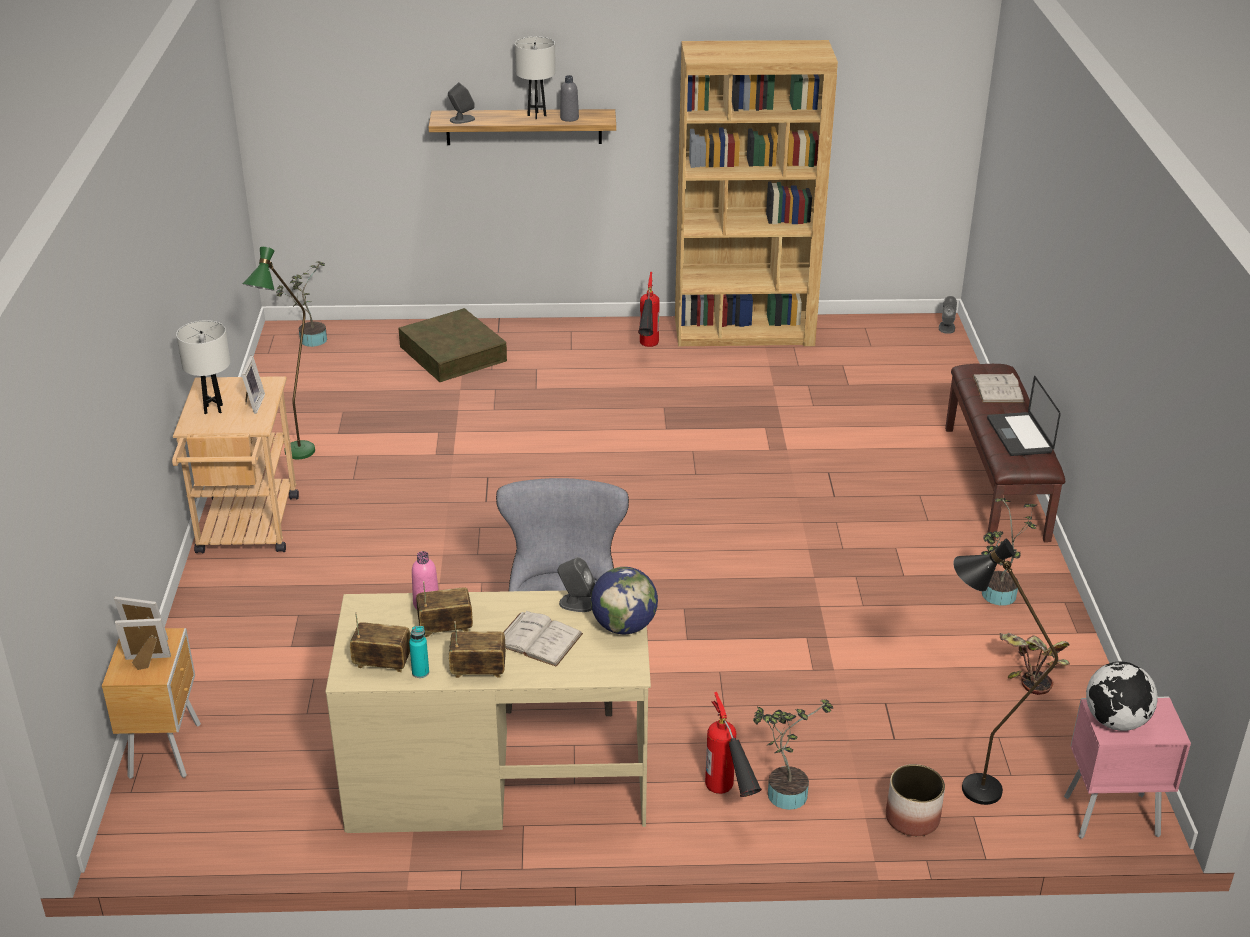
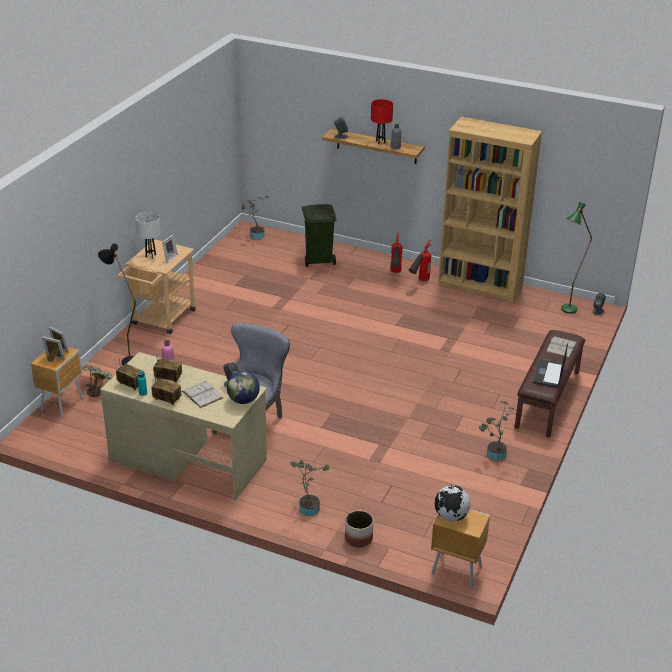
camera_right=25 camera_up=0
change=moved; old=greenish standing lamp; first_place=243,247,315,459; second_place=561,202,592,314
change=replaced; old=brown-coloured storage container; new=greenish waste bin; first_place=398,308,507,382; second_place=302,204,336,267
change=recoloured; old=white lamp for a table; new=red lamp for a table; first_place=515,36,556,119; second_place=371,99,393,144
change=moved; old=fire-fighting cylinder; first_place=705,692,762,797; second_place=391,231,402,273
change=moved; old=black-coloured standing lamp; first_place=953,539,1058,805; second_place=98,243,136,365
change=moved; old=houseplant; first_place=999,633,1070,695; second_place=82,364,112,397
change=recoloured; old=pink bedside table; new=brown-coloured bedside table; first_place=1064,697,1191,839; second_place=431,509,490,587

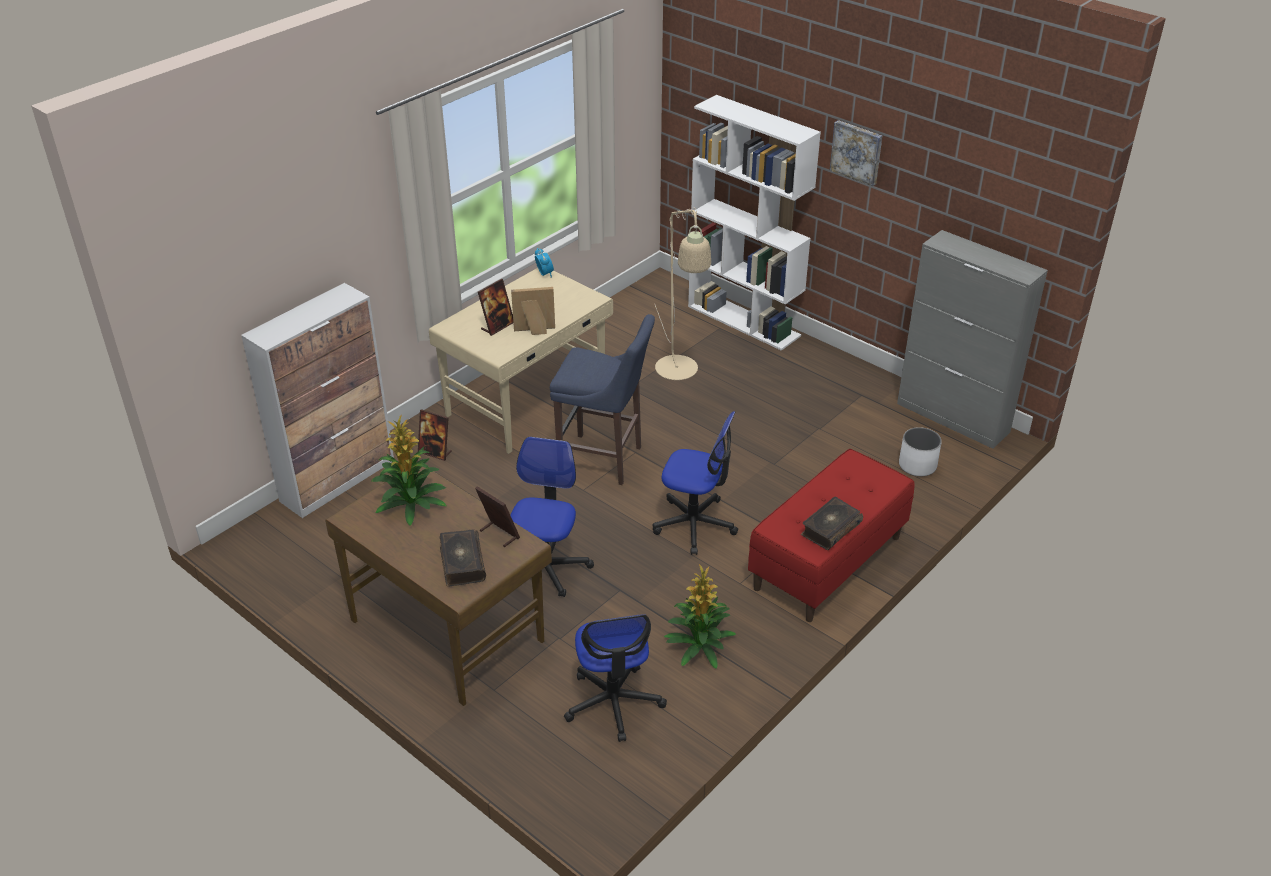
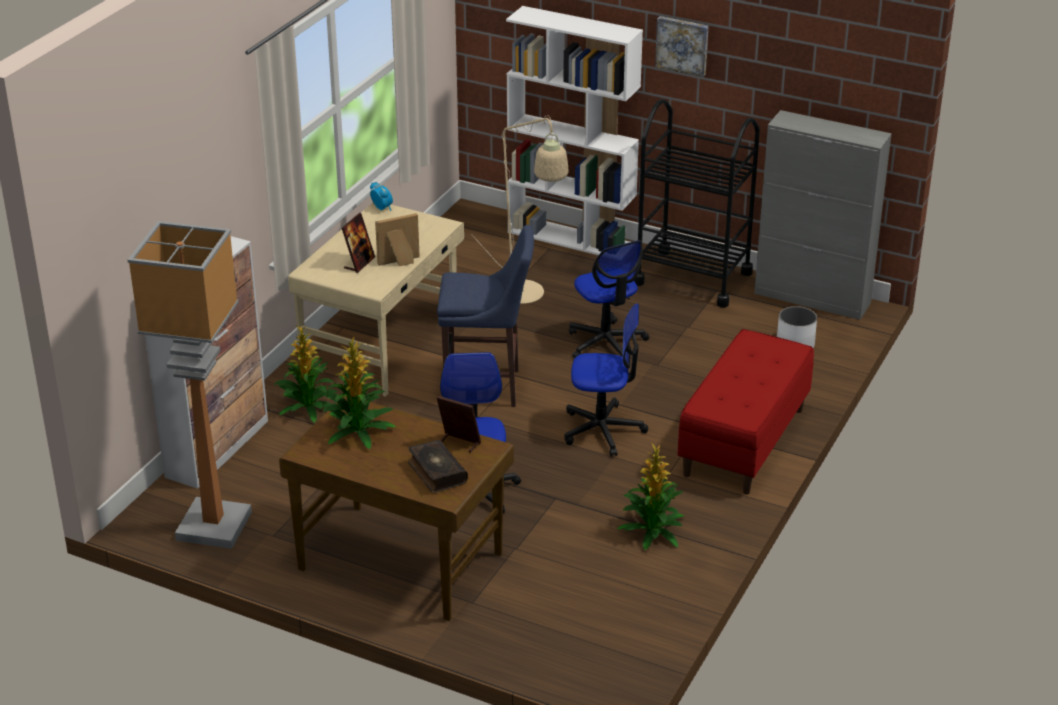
camera_right=-15 camera_up=-5
change=replaced; old=photo frame; new=houseplant; first_place=418,409,452,461; second_place=274,326,338,423
change=moved; old=computer chair; first_place=564,614,667,742; second_place=569,240,649,358
change=removed; old=bound book; first_place=801,496,863,550
change=added; new=standing lamp; second_place=128,221,252,549
change=added; new=black-coloured cart; second_place=634,99,760,308

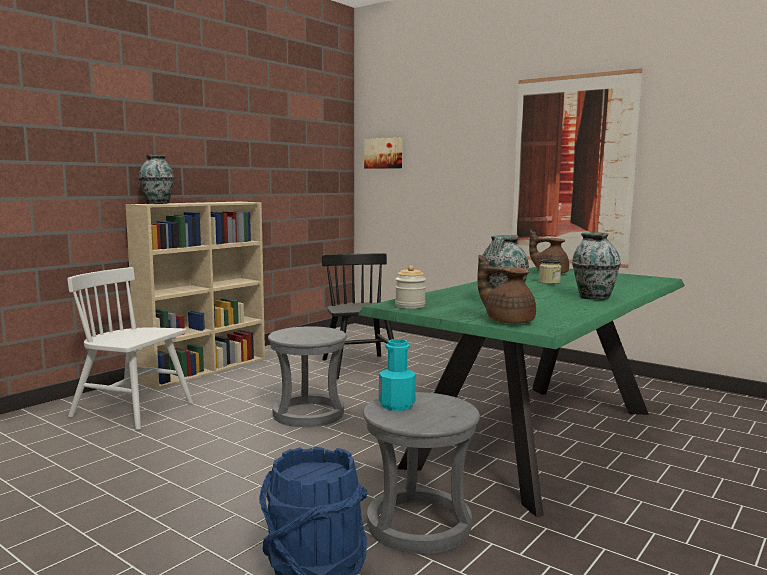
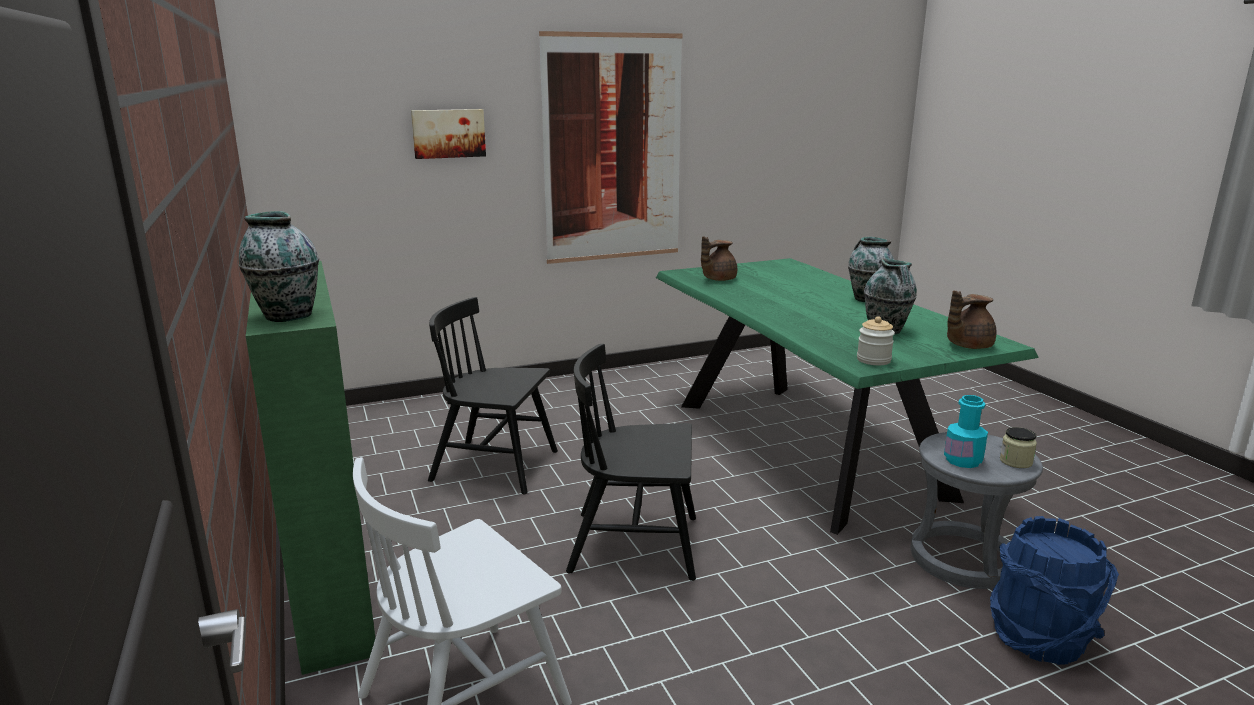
camera_right=-60 camera_up=10
change=recoloured; old=beige-coloured bookshelf; new=greenish bookshelf; first_place=126,202,265,389; second_place=246,261,375,675
change=replaced; old=gray stool seat; new=black-coloured chair; first_place=268,326,347,427; second_place=566,344,696,581
change=moved; old=wall picture; first_place=364,138,402,169; second_place=411,109,486,159
change=moved; old=storage jar; first_place=539,259,561,284; second_place=1000,427,1037,468

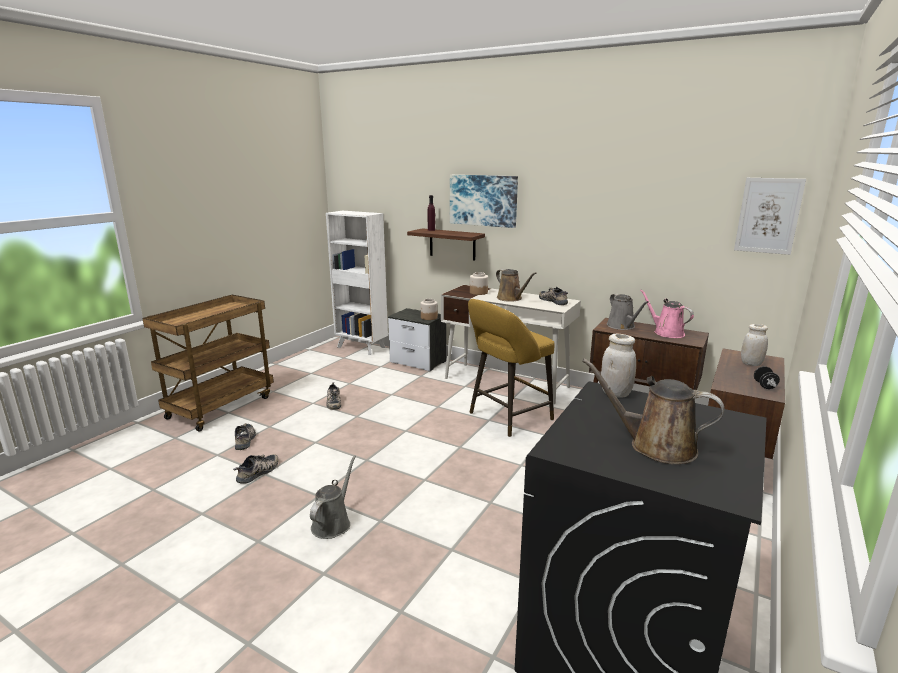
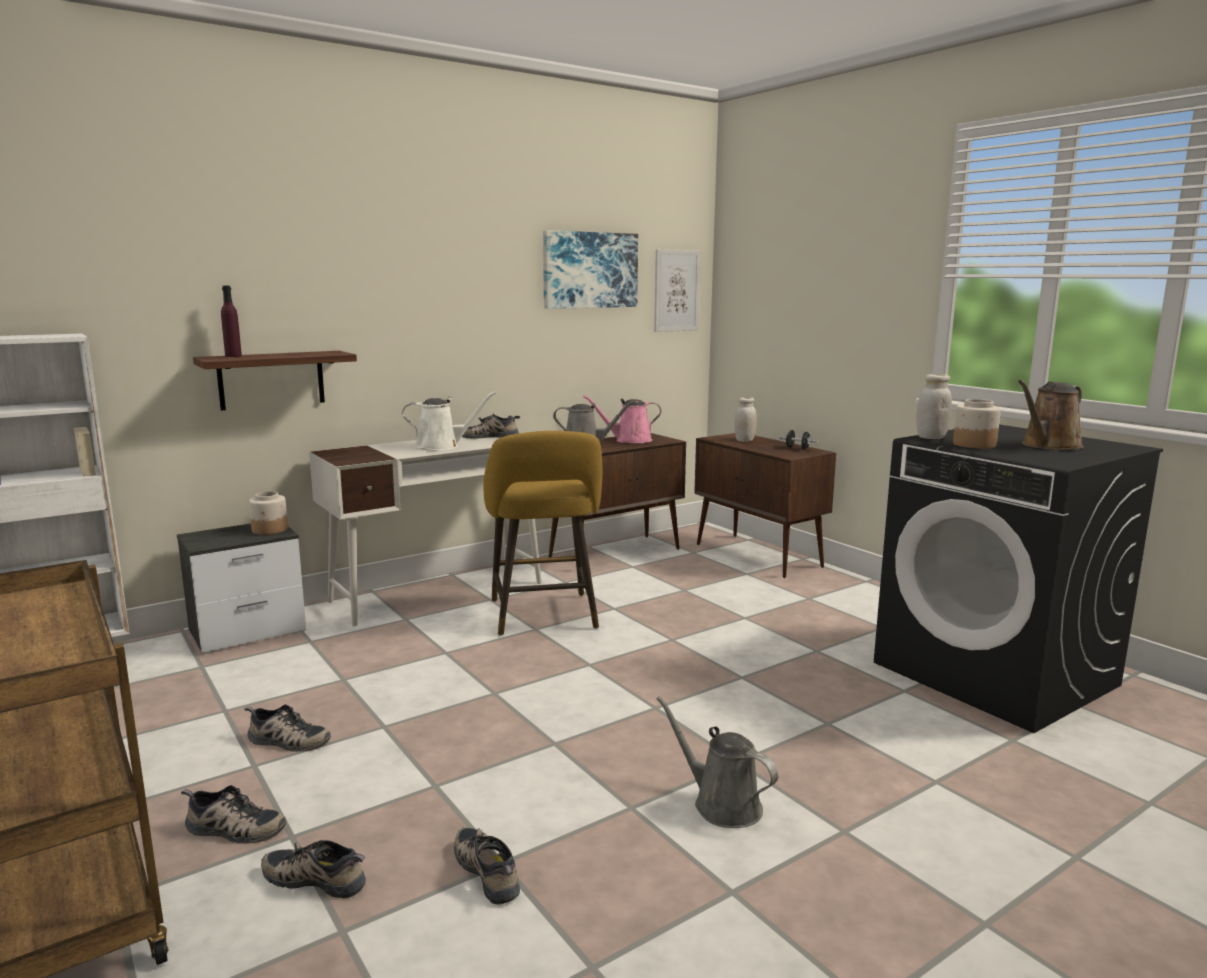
camera_right=-65 camera_up=-5
change=moved; old=wall picture; first_place=450,175,518,228; second_place=543,230,638,309
change=moved; old=storage jar; first_place=470,272,488,295; second_place=953,399,1001,449
change=recoloured; old=brown-coloured sprinkling can; new=white sprinkling can; first_place=496,269,536,302; second_place=402,391,496,451
change=added; new=low shoe; second_place=181,785,286,844

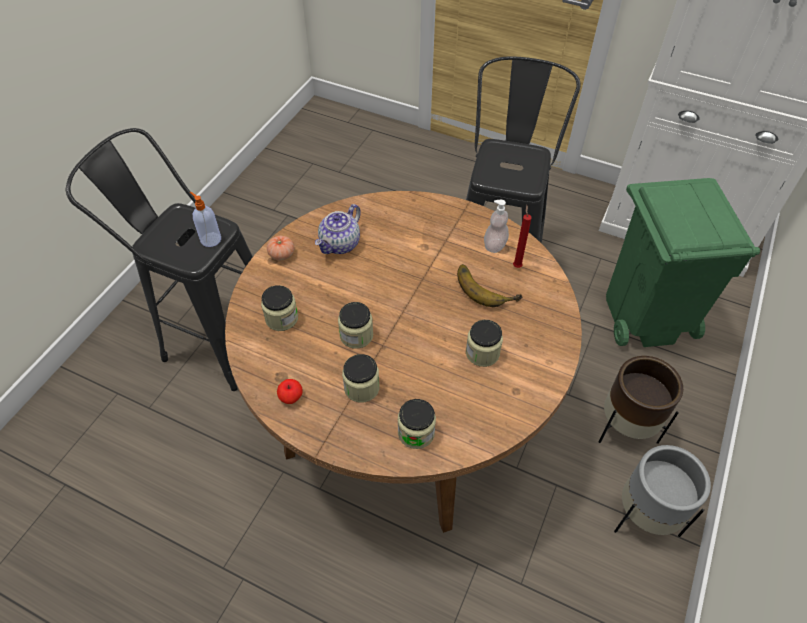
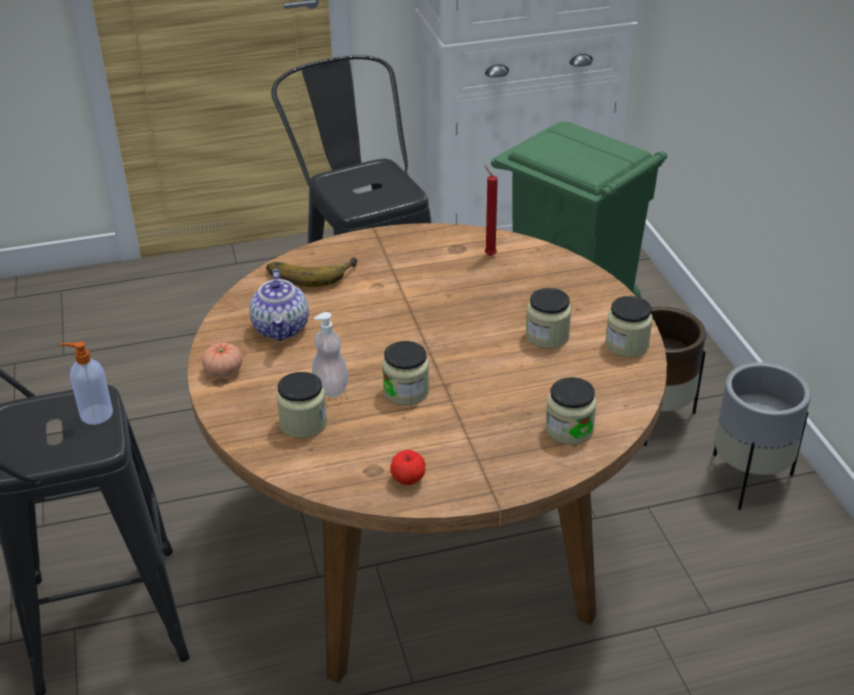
camera_right=-40 camera_up=-15
change=moved; old=storage jar; first_place=342,354,379,403; second_place=605,296,653,357
change=moved; old=banana; first_place=457,264,522,307; second_place=266,257,358,287
change=moved; old=soap bottle; first_place=484,200,509,253; second_place=312,312,349,397

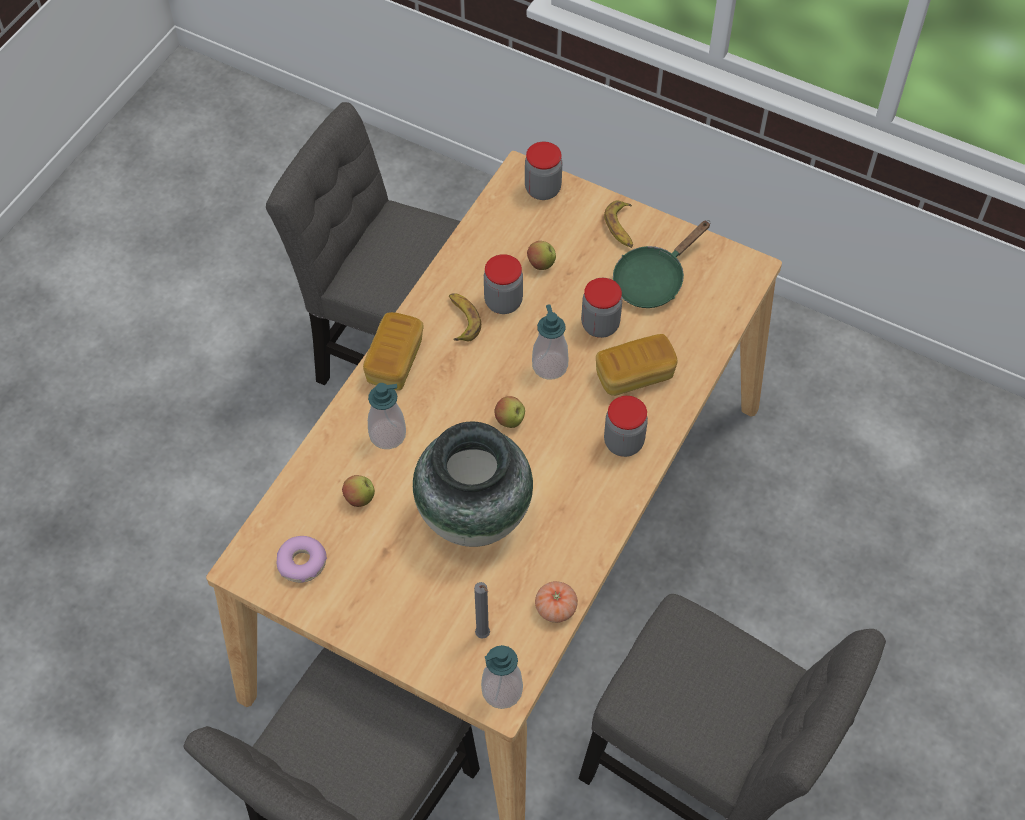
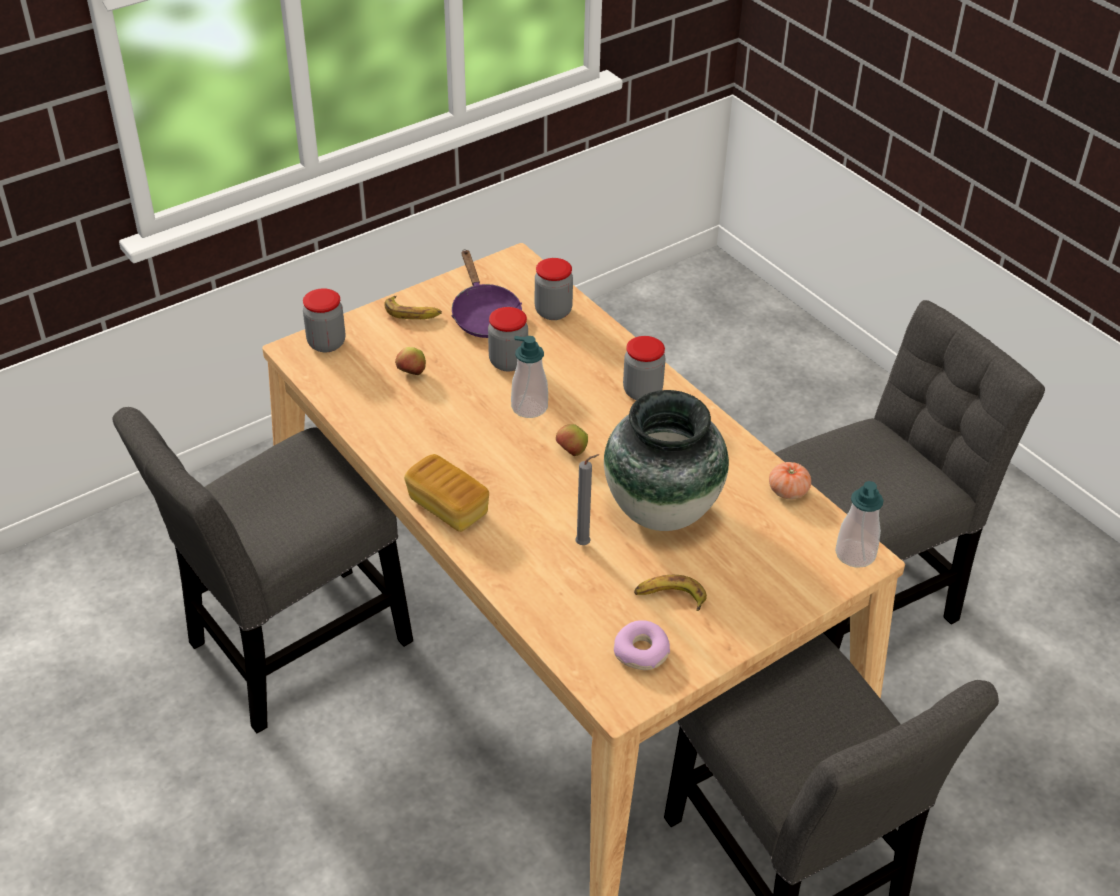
camera_right=-65 camera_up=-15
change=removed; old=apple fruit; first_place=342,475,375,507
change=removed; old=soap bottle; first_place=368,383,406,449
change=moved; old=banana; first_place=449,293,481,341; second_place=634,575,707,611
change=moved; old=gray wax light; first_place=474,582,490,639; second_place=575,454,600,545
change=moved; old=storage jar; first_place=484,254,523,314; second_place=535,258,573,320
change=removed; old=baked bread; first_place=596,334,677,396
change=recoloured; old=greenish frying pan; new=purple-coloured frying pan; first_place=613,220,711,308; second_place=451,249,522,338

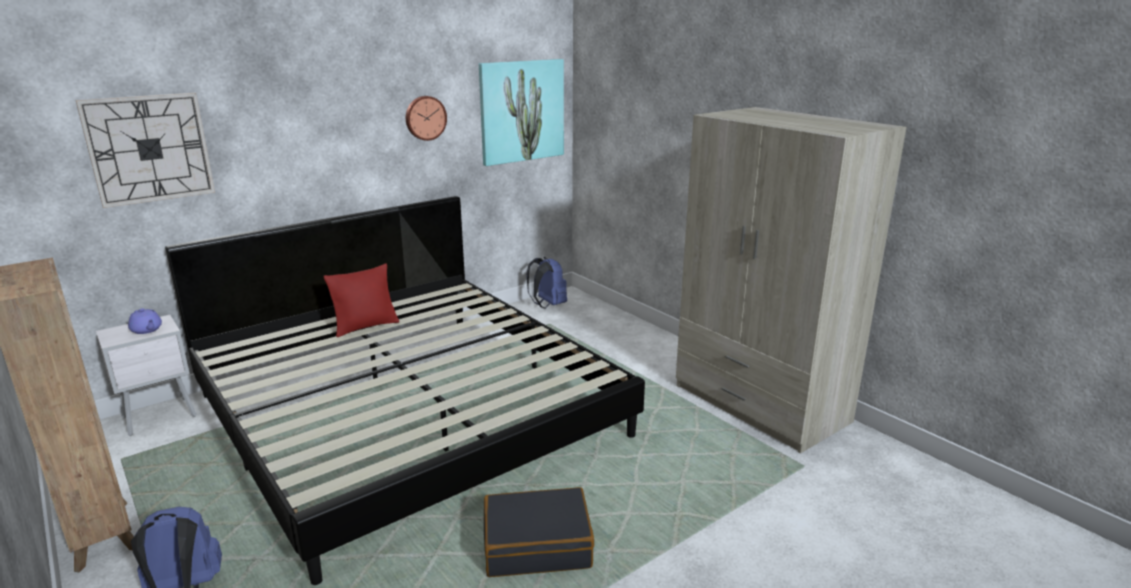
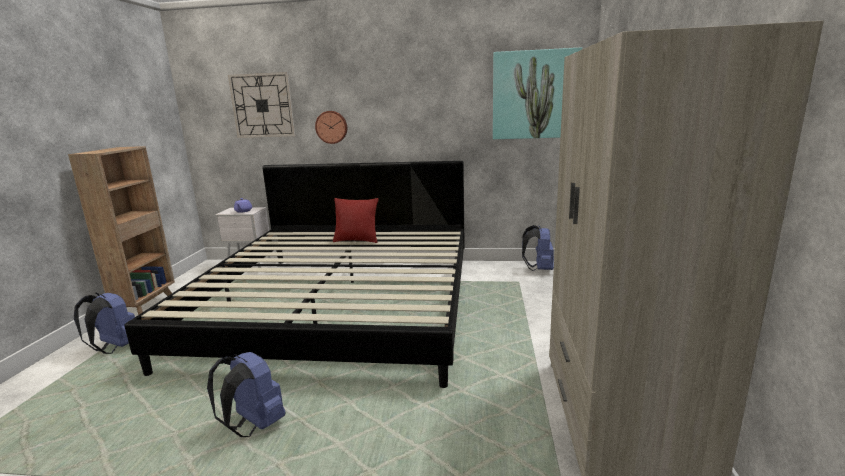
camera_right=45 camera_up=-5
change=moved; old=clock on the wall; first_place=406,96,447,141; second_place=315,111,347,144
change=replaced; old=black-coloured travel case; new=blue-coloured rucksack; first_place=484,487,594,577; second_place=207,352,285,437

